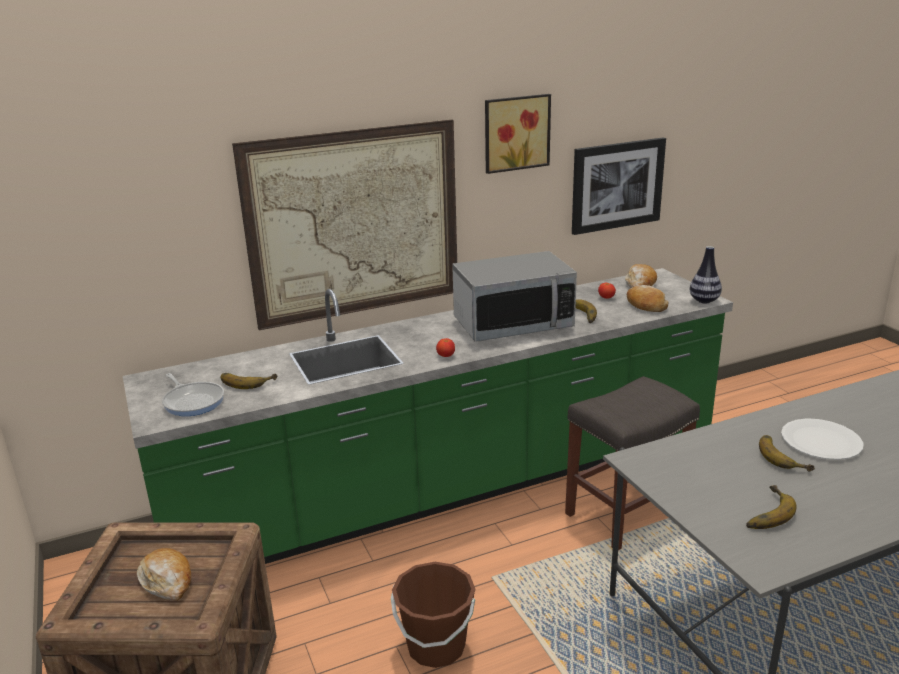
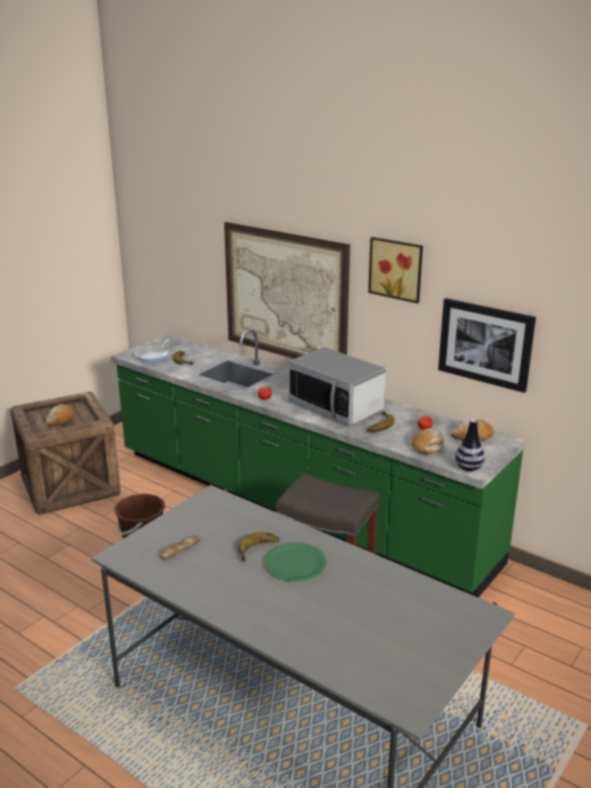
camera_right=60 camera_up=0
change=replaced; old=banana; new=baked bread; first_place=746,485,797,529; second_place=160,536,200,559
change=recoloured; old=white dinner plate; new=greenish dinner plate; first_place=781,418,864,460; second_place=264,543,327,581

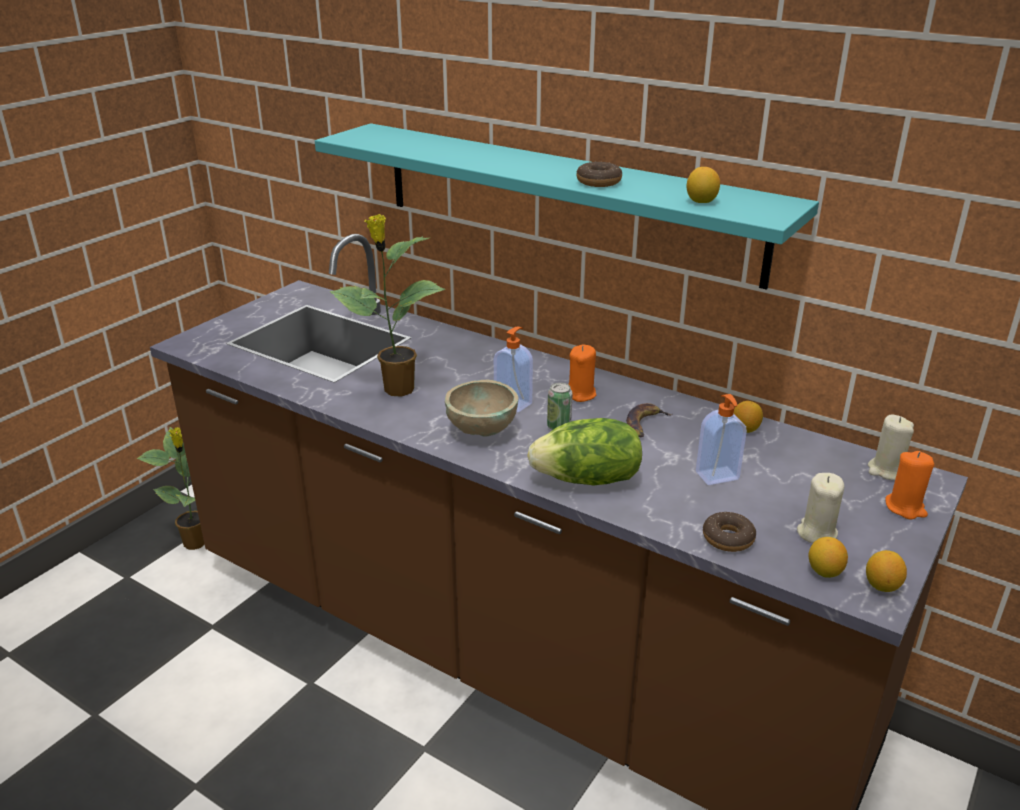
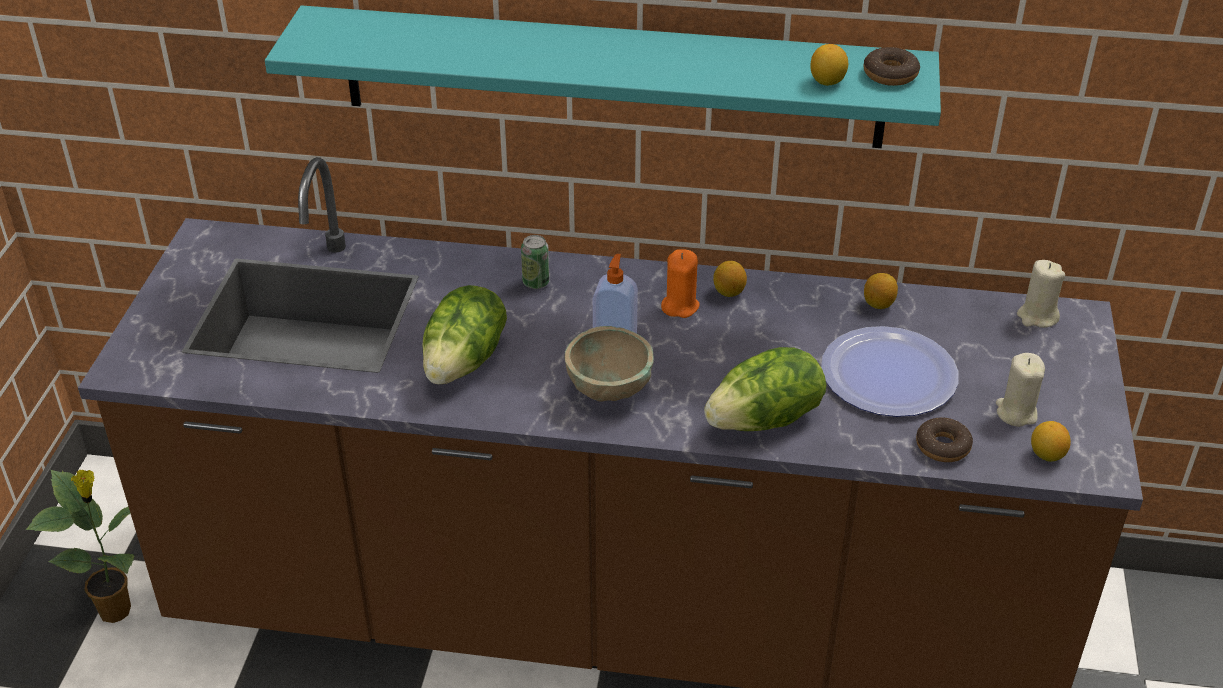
camera_right=-25 camera_up=10
change=replaced; old=houseplant; new=lettuce head; first_place=330,214,445,397; second_place=423,285,507,384
change=moved; old=sealed can; first_place=547,382,573,430; second_place=521,235,550,289
change=moved; old=donut; first_place=576,162,622,187; second_place=864,47,920,86
change=removed; old=banana; first_place=626,403,672,437
change=replaced; old=soap bottle; new=dinner plate; first_place=696,394,747,485; second_place=821,326,959,417
change=moved; old=lemon; first_place=866,550,907,592; second_place=713,261,747,297
change=removed; old=orange wax light; first_place=885,451,934,519

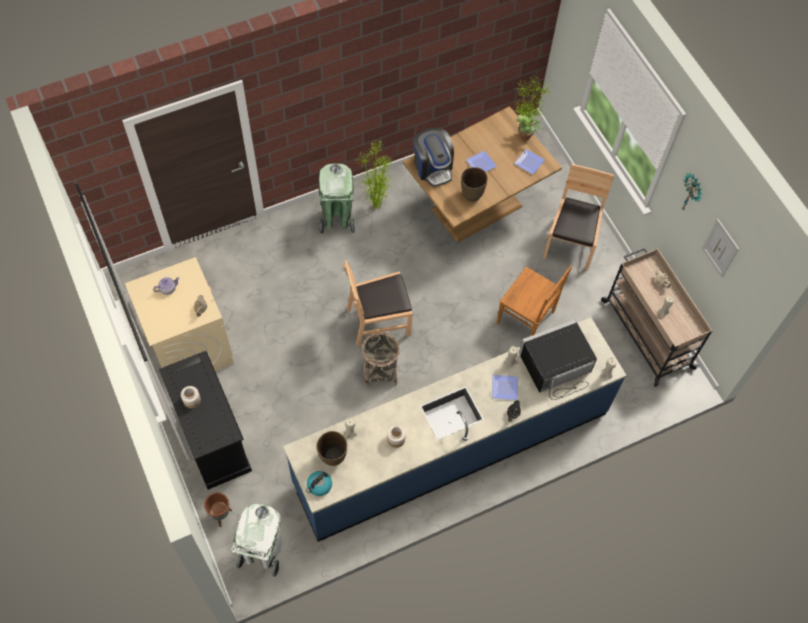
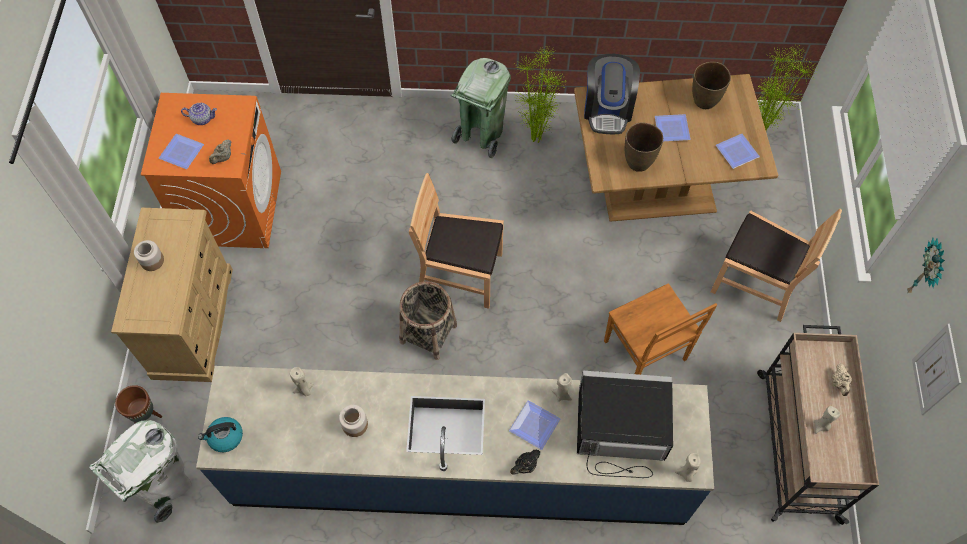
camera_right=30 camera_up=0
change=recoloured; old=beige-coloured laundry appliance; new=orange laundry appliance; first_place=125,257,235,371; second_place=141,93,281,248
change=recoloured; old=black-coloured chest of drawers; new=beige-coloured chest of drawers; first_place=159,351,252,490; second_place=111,208,233,382
change=moved; old=brown-coloured decorative vase; first_place=316,431,347,466; second_place=692,62,731,109
change=removed; old=houseplant; first_place=517,115,542,141
change=turned; old=brown-coloured chair; first_place=543,164,614,270; second_place=711,209,842,322; degrees=75
change=added; new=dinner plate; second_place=159,134,204,169

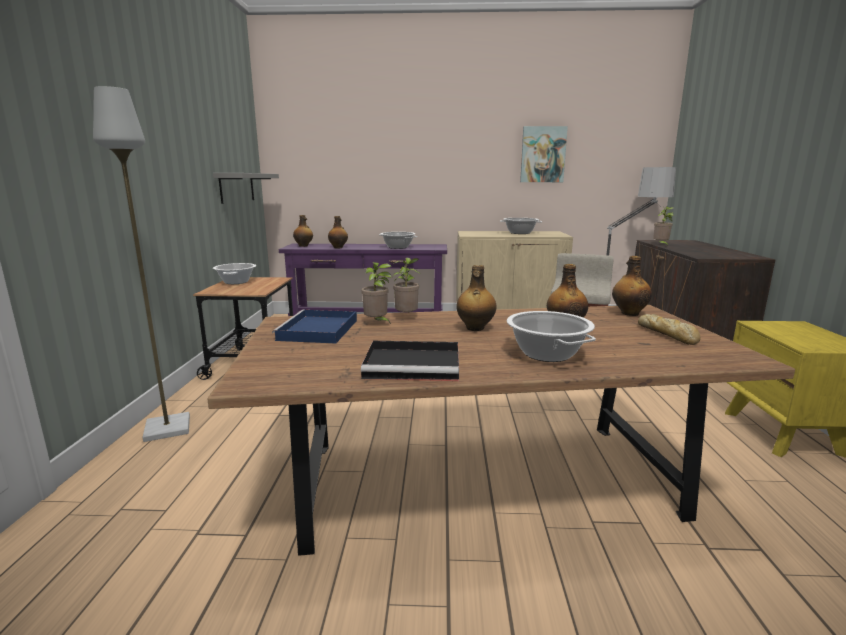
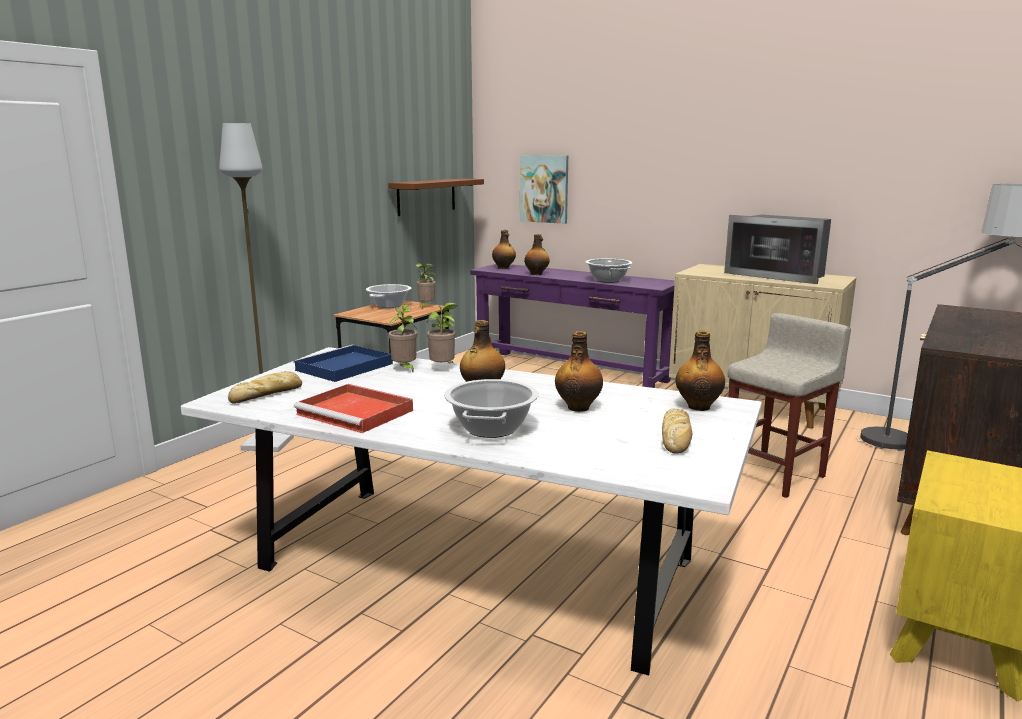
camera_right=30 camera_up=0
change=recoloured; old=brown-coloured kitchen table; new=white kitchen table; first_place=207,305,795,556; second_place=181,347,762,676
change=recoloured; old=gray wall shelf; new=brown-coloured wall shelf; first_place=213,173,279,204; second_place=388,178,484,216
change=recoloured; old=black-coloured serving tray; new=red serving tray; first_place=361,341,459,381; second_place=294,384,413,433
change=replaced; old=stockpot; new=microwave; first_place=500,218,542,234; second_place=724,215,831,284
change=moved; old=wall picture; first_place=520,126,568,182; second_place=520,155,568,224
change=moved; old=houseplant; first_place=653,207,674,246; second_place=415,263,436,308
change=added; new=baked bread; second_place=228,371,302,404

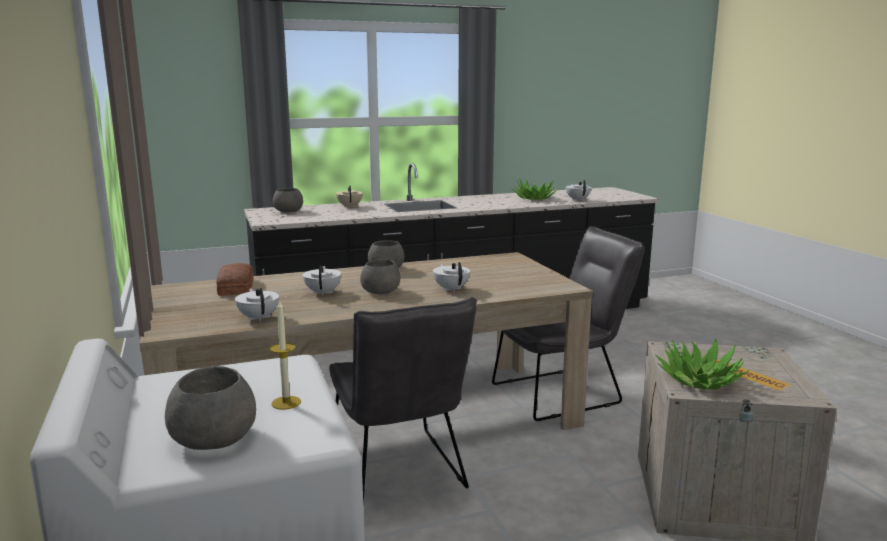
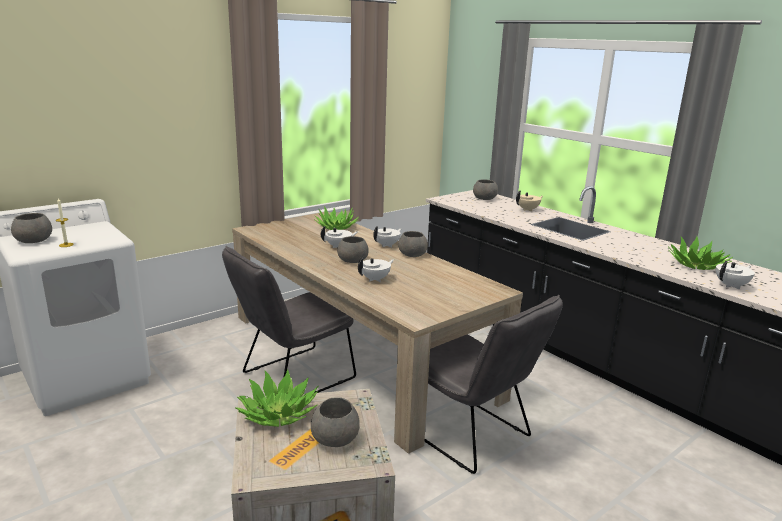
camera_right=70 camera_up=5
change=replaced; old=baked bread; new=houseplant; first_place=216,263,254,296; second_place=314,206,359,230
change=moved; old=white pot for tea; first_place=235,288,279,322; second_place=373,226,402,248
change=added; new=gray serving bowl; second_place=311,397,360,447

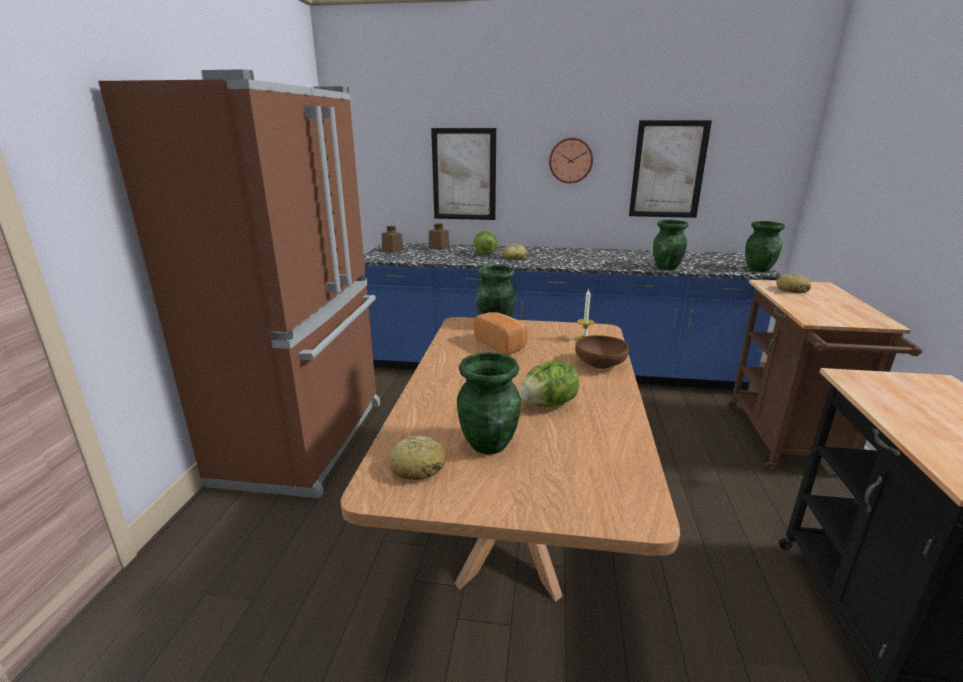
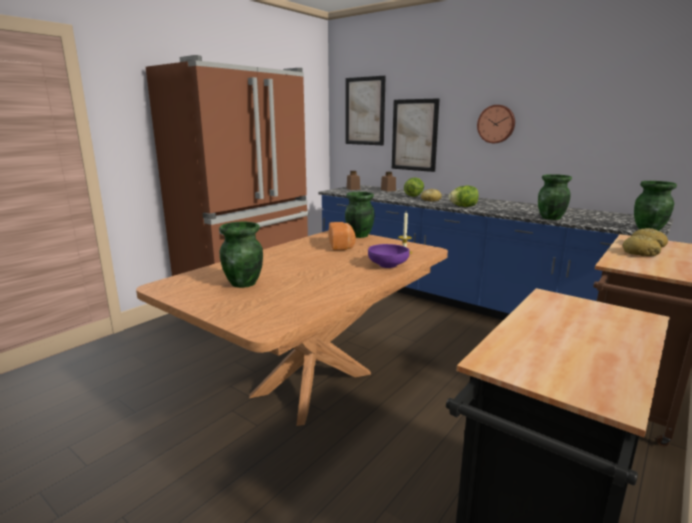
camera_right=30 camera_up=-5
change=moved; old=baked bread; first_place=390,436,446,480; second_place=623,235,661,256
change=moved; old=lettuce head; first_place=519,360,579,407; second_place=448,186,479,207
change=recoloured; old=brown-coloured serving bowl; new=purple-coloured serving bowl; first_place=575,335,629,369; second_place=368,244,410,268
change=moved; old=wall picture; first_place=629,120,712,218; second_place=346,76,386,145

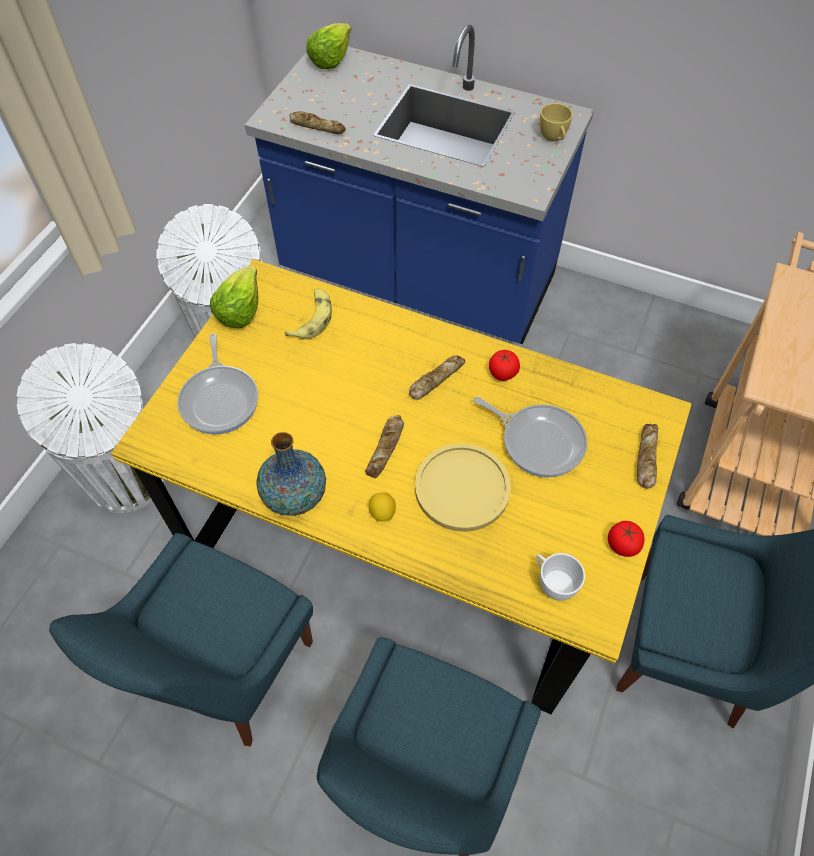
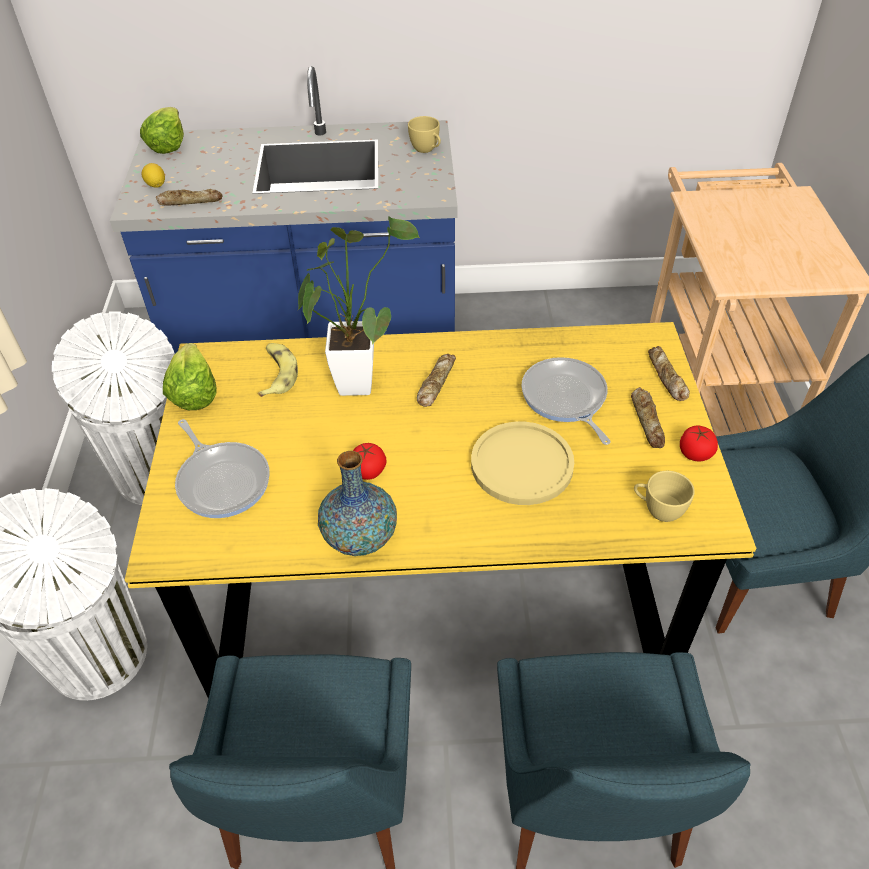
camera_right=-25 camera_up=-10
change=moved; old=baked bread; first_place=365,415,404,478; second_place=631,387,665,448
change=moved; old=lemon; first_place=369,492,396,522; second_place=142,163,165,188
change=turned; old=frying pan; first_place=473,397,587,478; second_place=522,357,610,445; degrees=-120
change=moved; old=tomato; first_place=489,350,520,381; second_place=353,443,386,480
change=recoloured; old=white cup; new=yellowish cup; first_place=536,553,585,601; second_place=634,471,695,522
change=added; new=houseplant; second_place=297,216,420,396

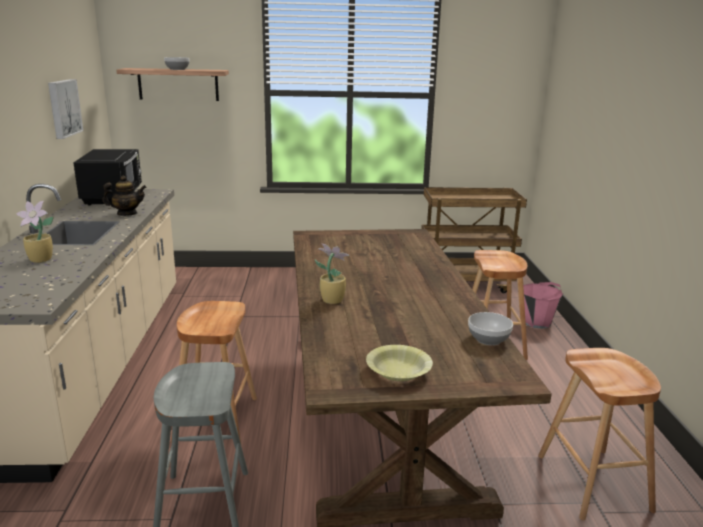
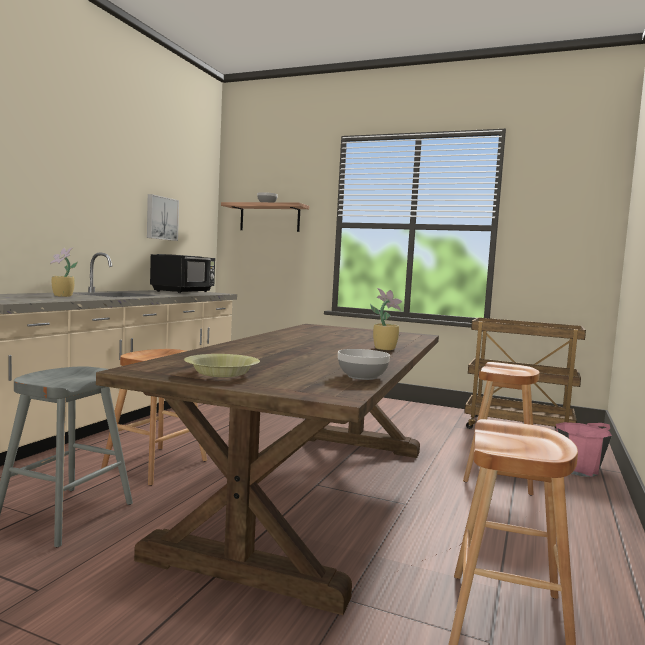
camera_right=25 camera_up=-15
change=removed; old=pot for tea; first_place=102,175,147,216
change=moved; old=houseplant; first_place=315,244,349,304; second_place=370,288,403,350

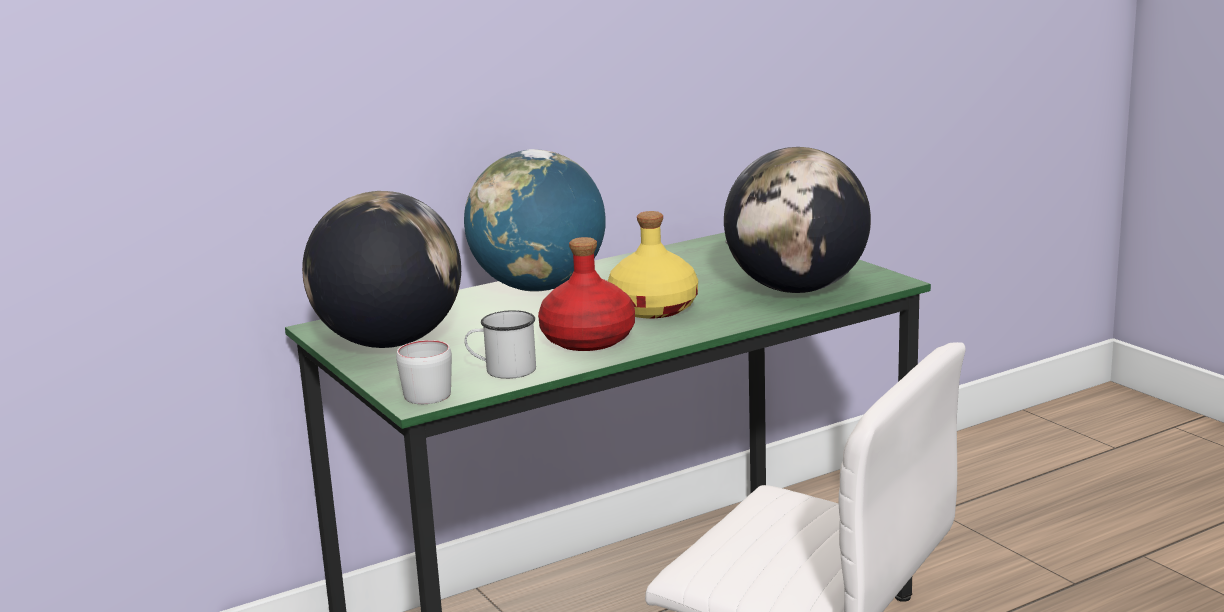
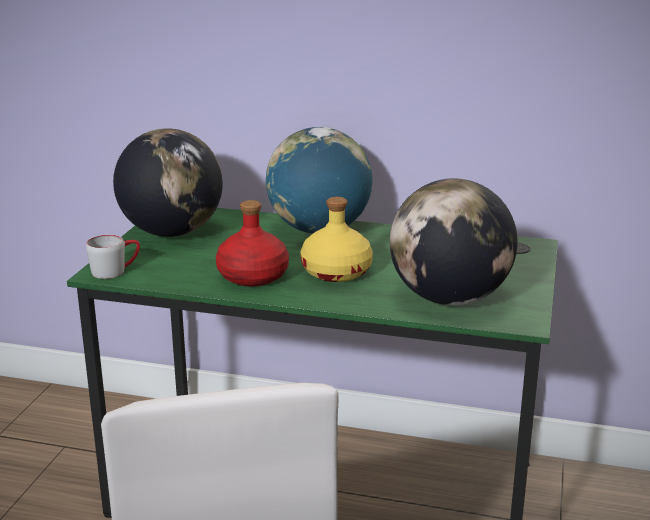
camera_right=45 camera_up=5
change=removed; old=white coffee mug; first_place=464,310,536,379

